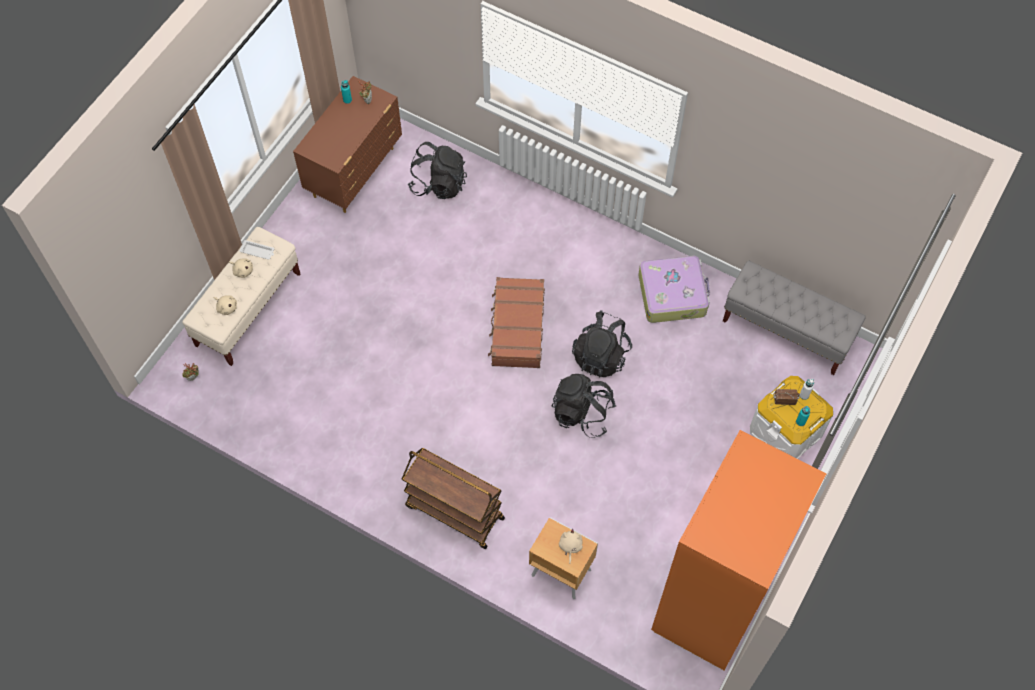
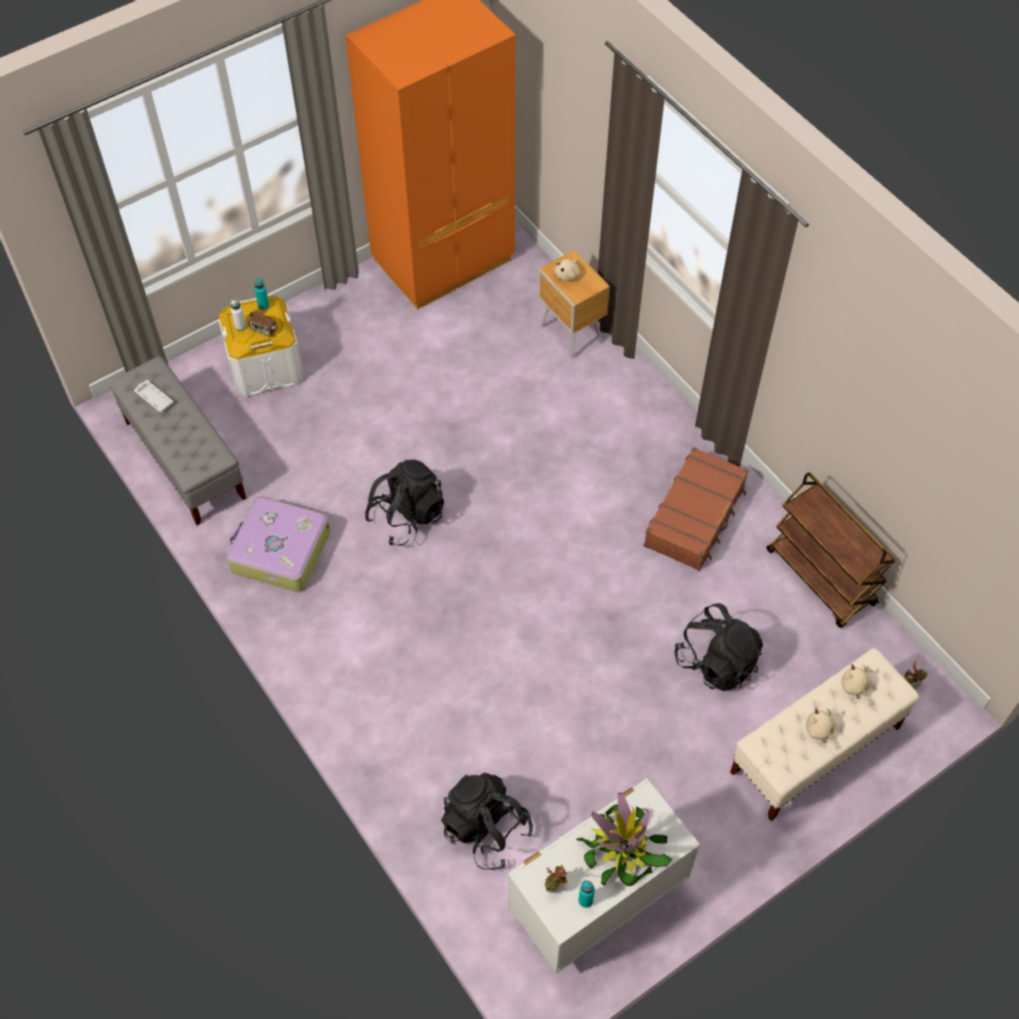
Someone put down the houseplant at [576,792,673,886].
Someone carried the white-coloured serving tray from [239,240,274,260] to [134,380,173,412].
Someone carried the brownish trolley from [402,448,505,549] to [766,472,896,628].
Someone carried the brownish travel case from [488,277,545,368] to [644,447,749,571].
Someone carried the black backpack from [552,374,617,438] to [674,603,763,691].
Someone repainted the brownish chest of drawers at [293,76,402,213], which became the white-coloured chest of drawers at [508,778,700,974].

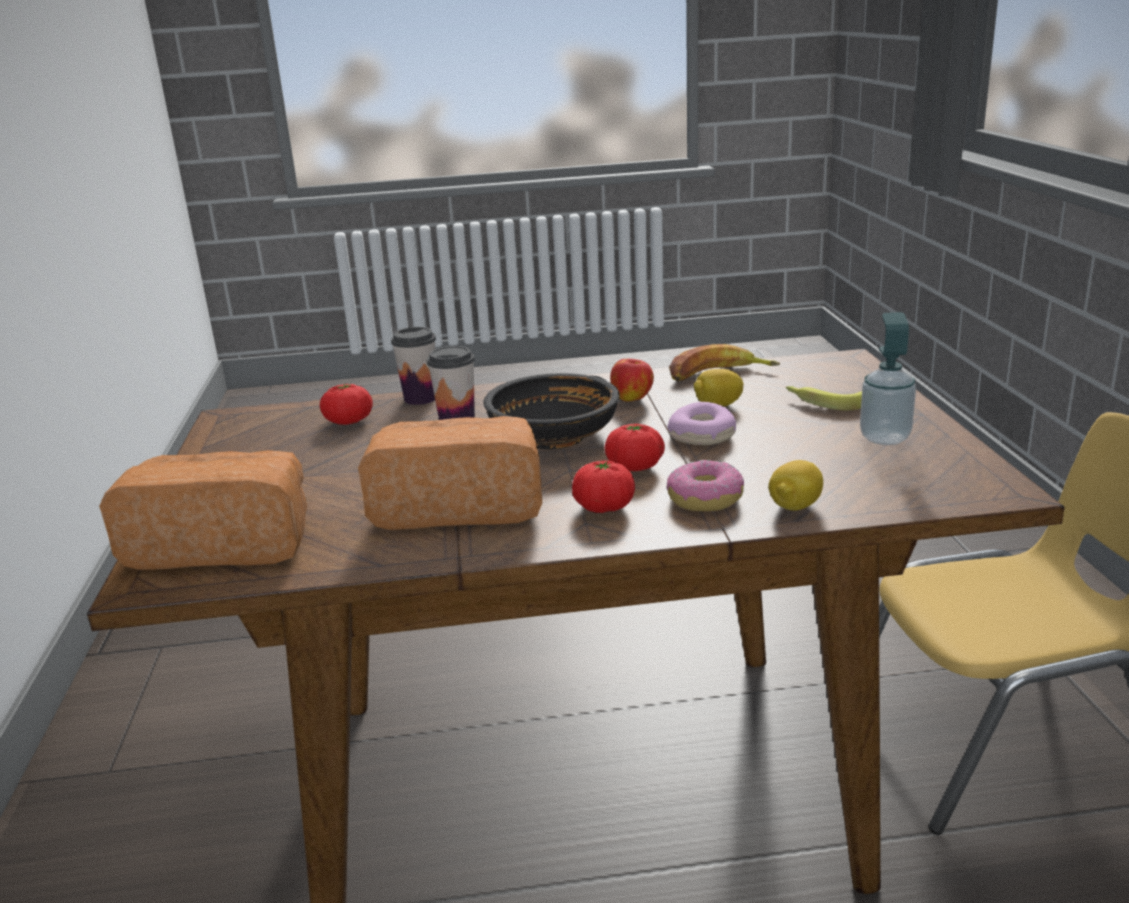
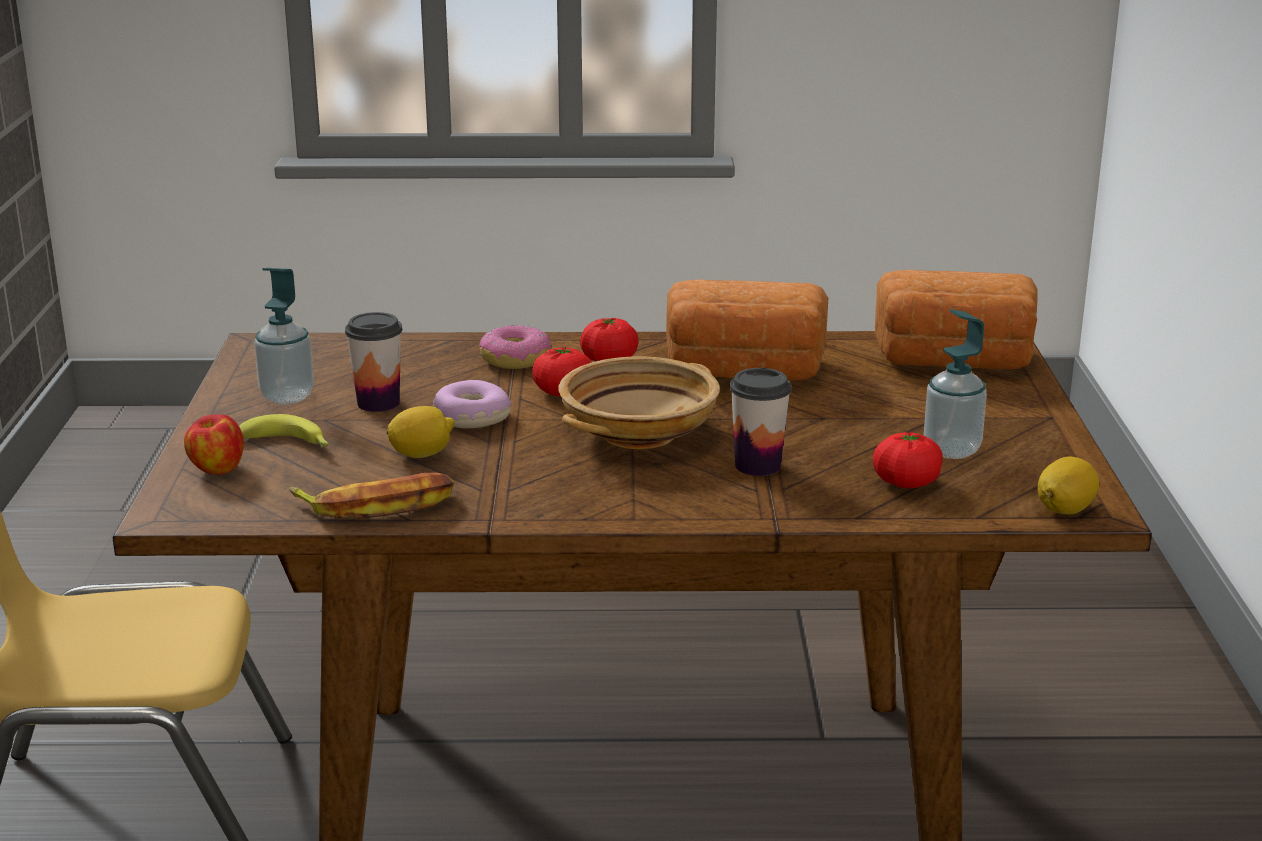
Someone put down the soap bottle at [924,309,987,459].
Someone carried the drinking cup from [391,327,436,405] to [345,312,402,412].
Someone carried the whole apple from [610,359,654,402] to [184,414,244,475].
Someone carried the citrus fruit from [768,460,823,511] to [1038,457,1099,515].
Someone repainted the black serving bowl at [483,373,620,449], which became the sand-coloured serving bowl at [559,356,720,449].

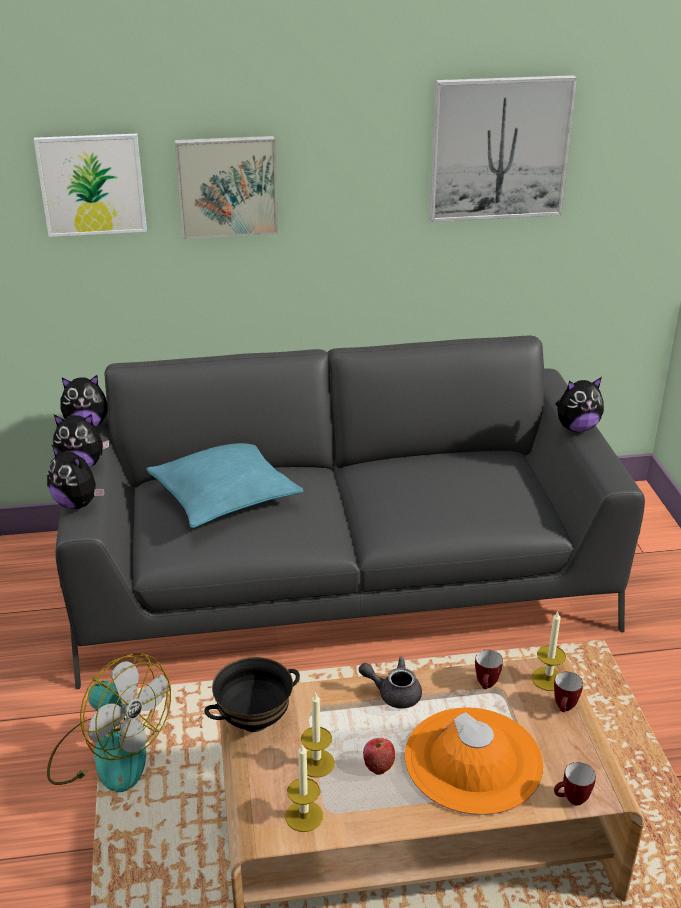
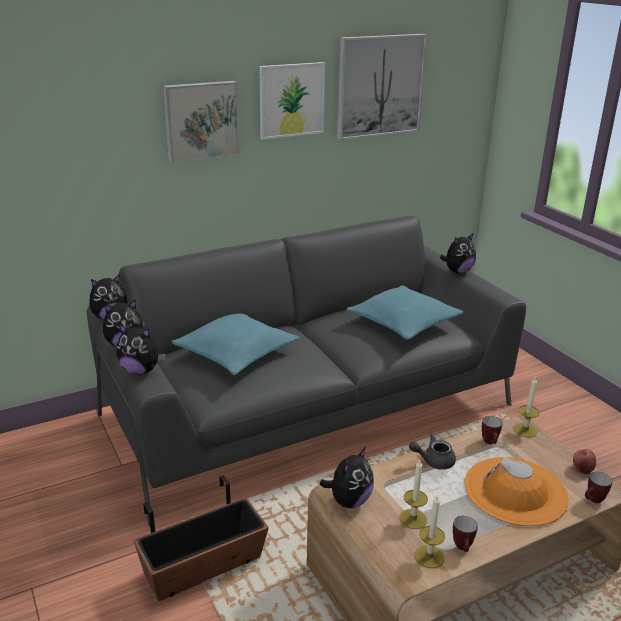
Someone put down the turquoise-coloured cushion at [346,285,463,340].
Someone carried the wall picture from [34,134,147,237] to [259,62,325,140].
Someone carried the whole apple from [363,738,395,775] to [573,449,596,475].
Someone carried the mug from [554,672,583,712] to [453,516,478,552].
Someone swapped the electric fan at [47,653,171,792] for the flower pot at [133,475,269,601].
Someone swapped the black serving bowl at [204,657,300,732] for the plush toy at [320,447,374,508].

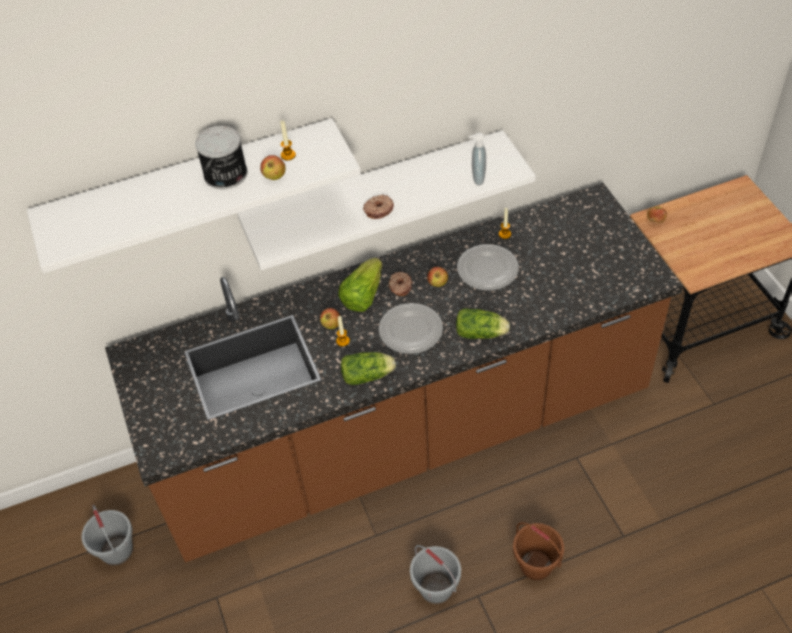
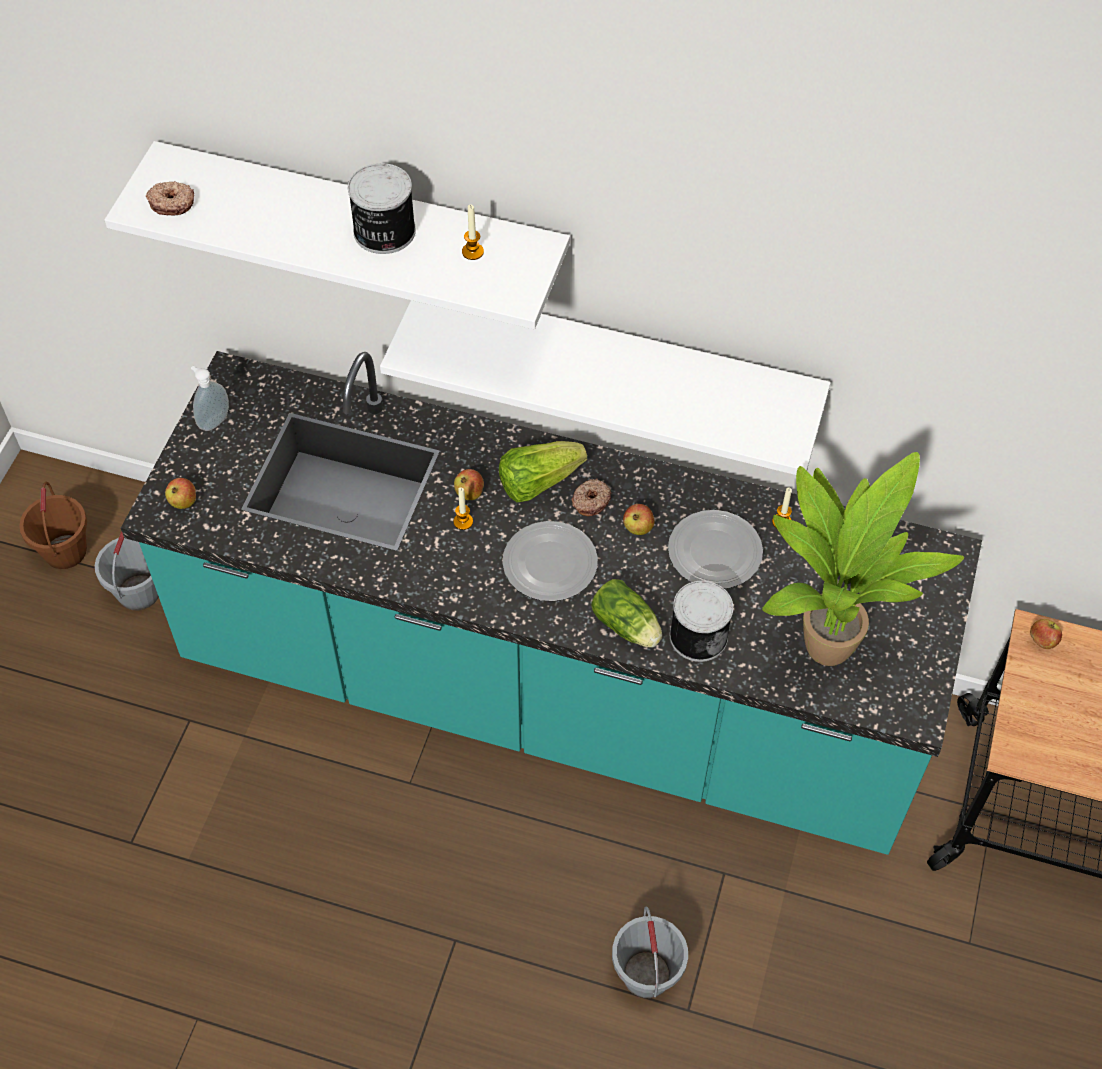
Someone took away the lettuce at [341,352,396,385].
Someone put down the sealed can at [670,581,733,662].
Someone put down the houseplant at [762,452,964,666].
Someone carried the whole apple from [260,155,286,180] to [165,478,196,509].
Someone carried the ring doughnut from [363,195,394,219] to [146,181,194,215].
Someone carried the grey bucket from [410,545,461,604] to [612,906,688,998].
Someone carried the soap bottle from [469,132,486,185] to [191,366,229,431].
Someone carried the brownish bucket from [513,522,564,580] to [19,482,87,569].
Someone repainted the brownish counter at [105,183,683,562], which became the turquoise-coloured counter at [121,351,982,855].

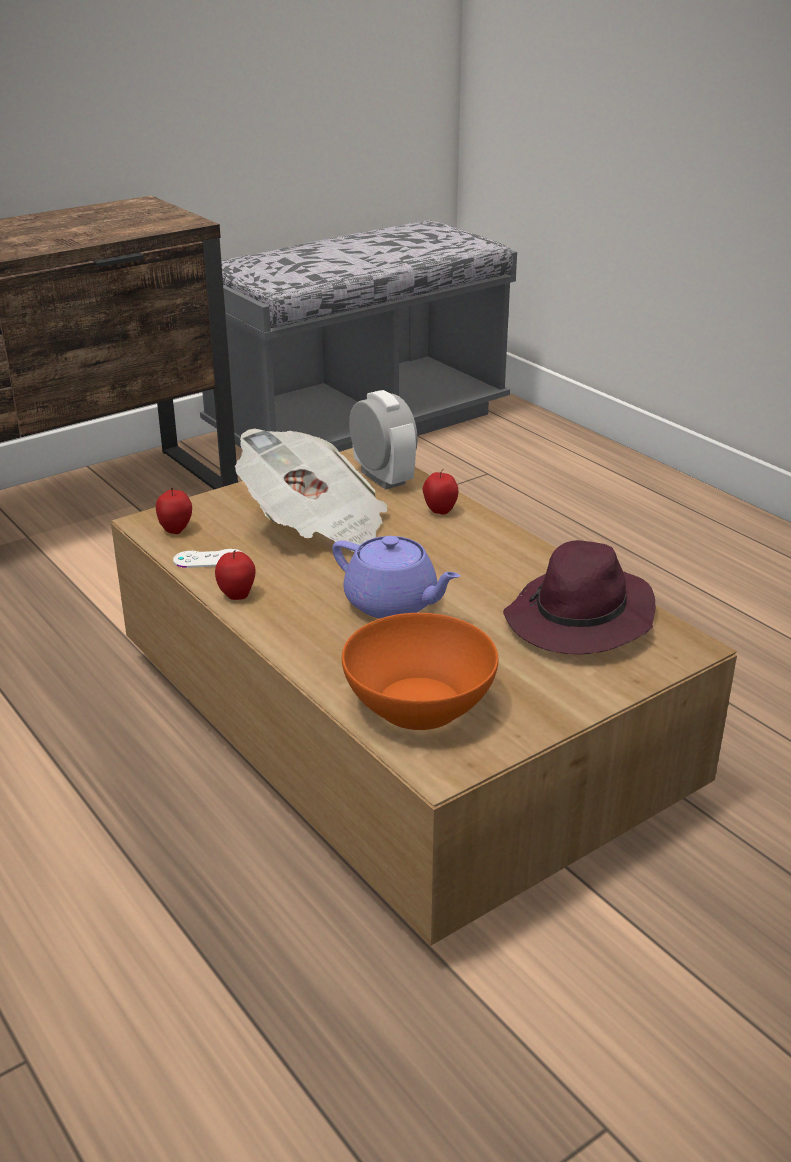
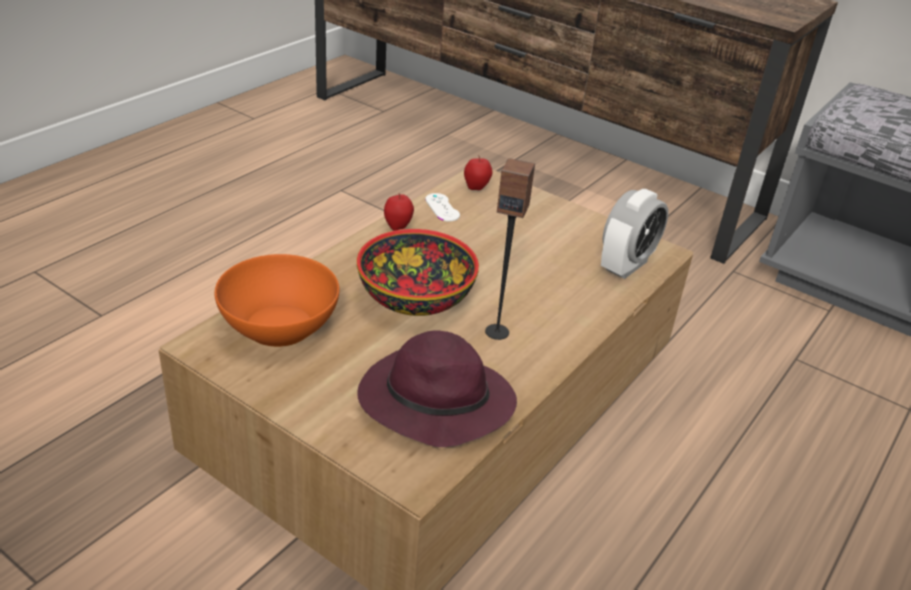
Someone took away the newspaper at [235,429,387,552].
Someone took away the whole apple at [423,469,458,515].
Someone put down the loudspeaker at [485,158,535,340].
Someone swapped the purple tea pot at [332,536,460,618] for the serving bowl at [357,229,479,316].

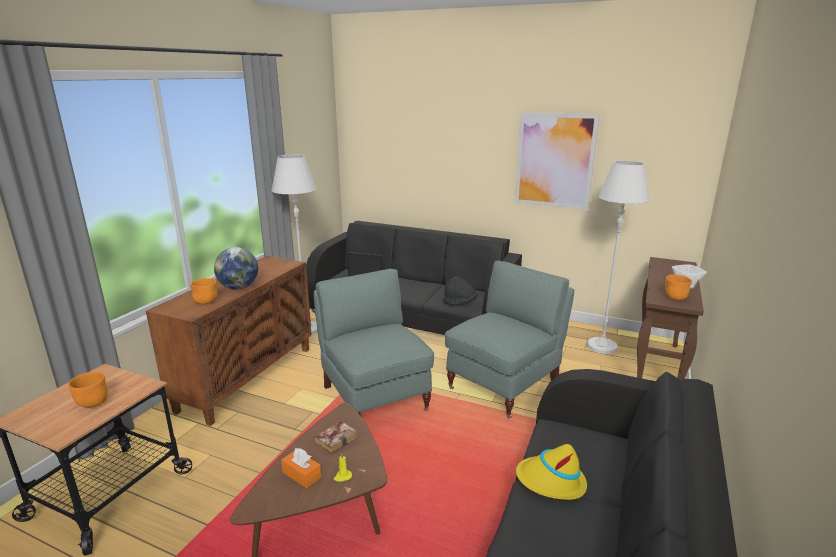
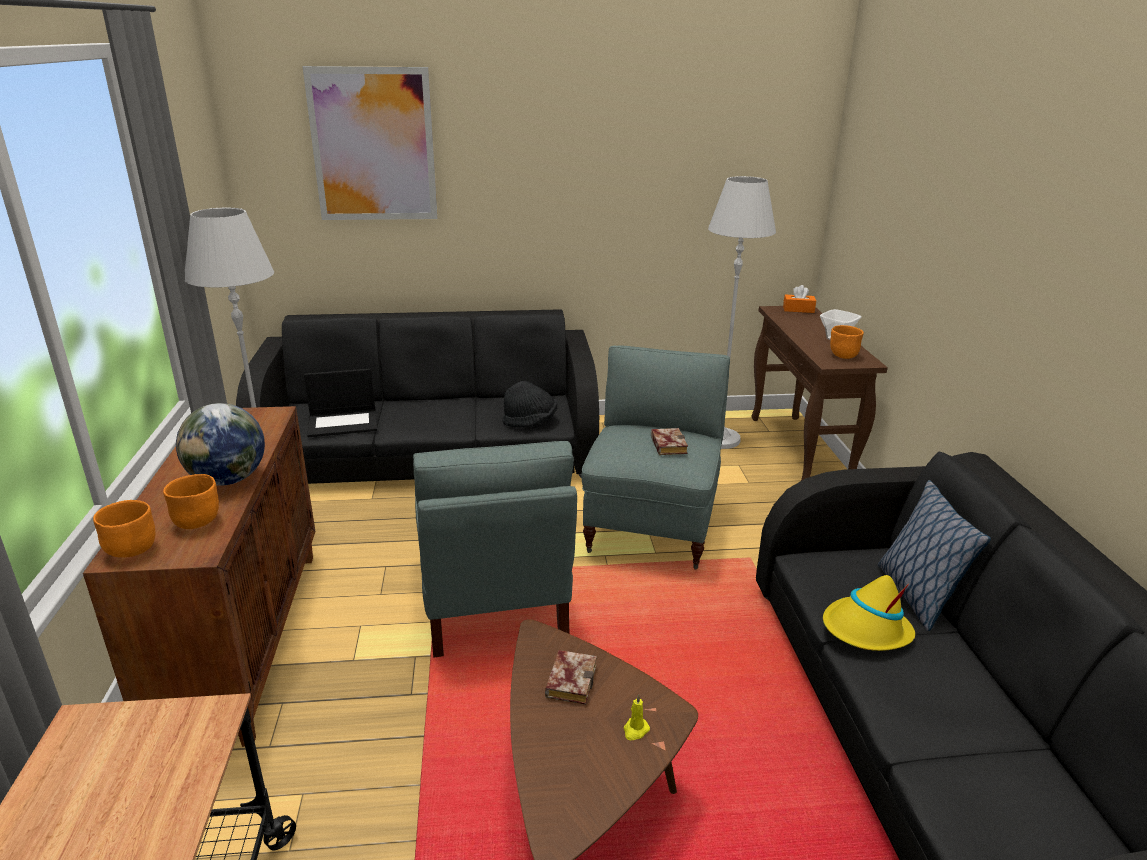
Someone put down the bound book at [651,428,688,455].
Someone put down the cushion at [878,480,991,631].
Someone carried the orange serving bowl from [69,372,108,408] to [93,500,155,558].
Someone carried the orange tissue box from [281,448,321,488] to [783,285,816,313].
Someone carried the wall picture from [515,112,600,210] to [302,66,438,220].
Someone rotated the grey lounge chair at [313,269,434,416] by 135 degrees counterclockwise.

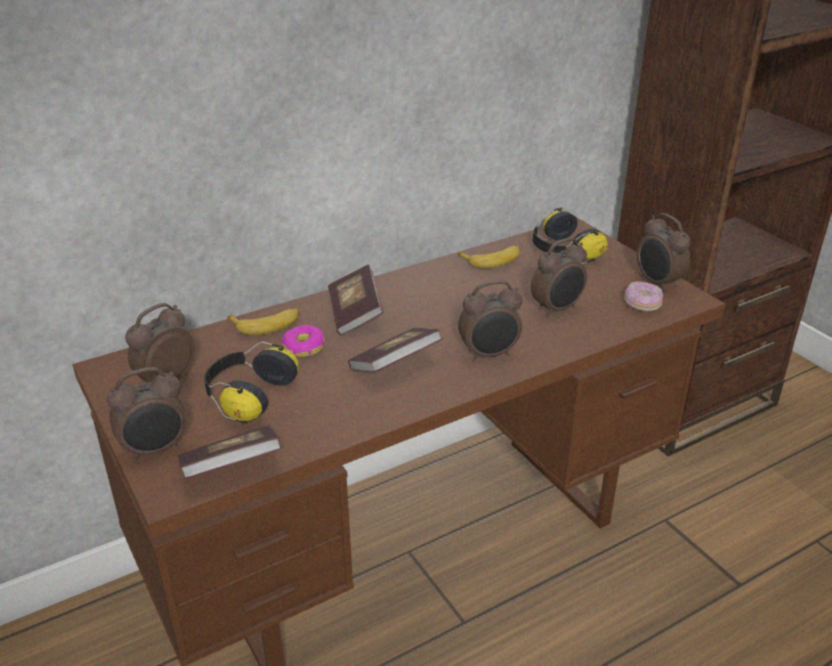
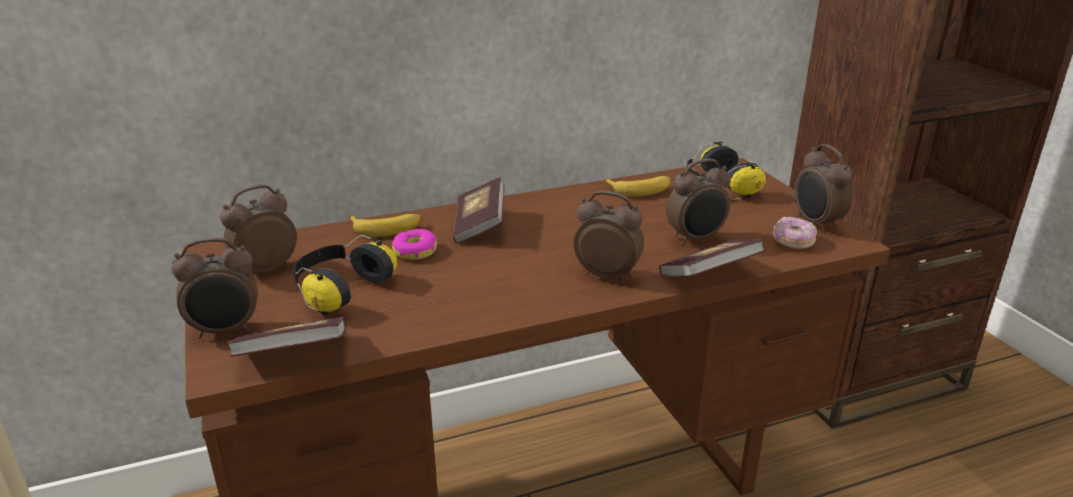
Someone carried the bound book from [348,328,443,372] to [659,240,766,277].
Someone rotated the bedside clock at [458,280,523,362] by 150 degrees counterclockwise.

